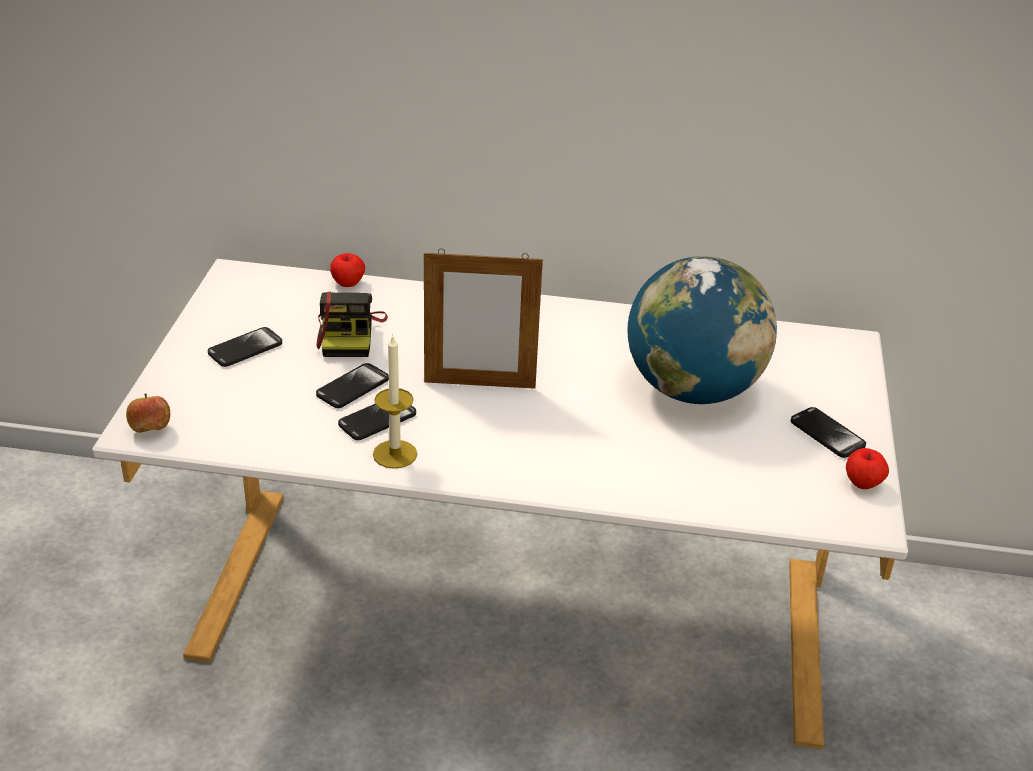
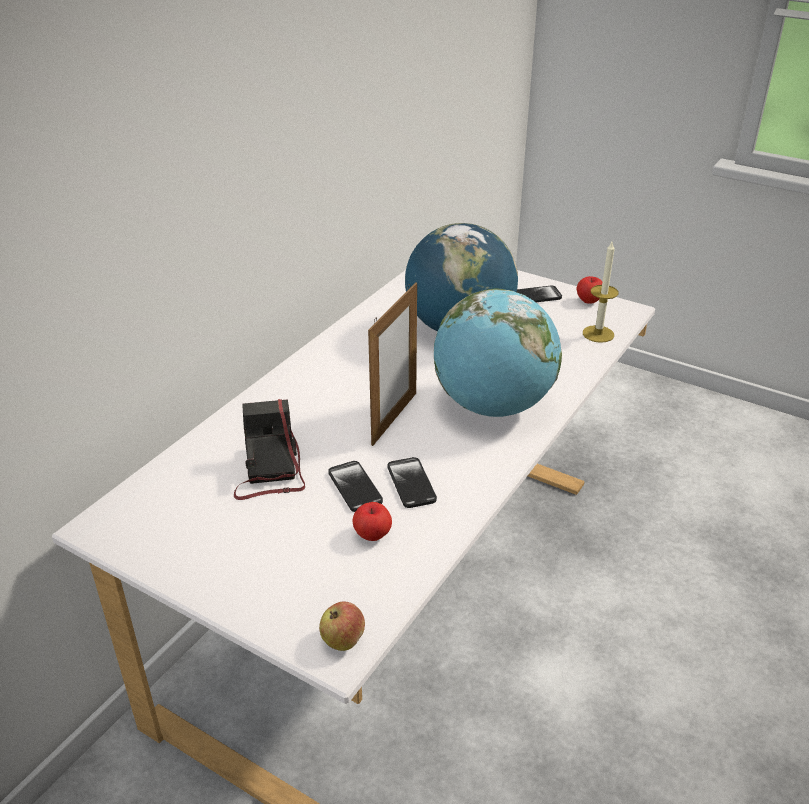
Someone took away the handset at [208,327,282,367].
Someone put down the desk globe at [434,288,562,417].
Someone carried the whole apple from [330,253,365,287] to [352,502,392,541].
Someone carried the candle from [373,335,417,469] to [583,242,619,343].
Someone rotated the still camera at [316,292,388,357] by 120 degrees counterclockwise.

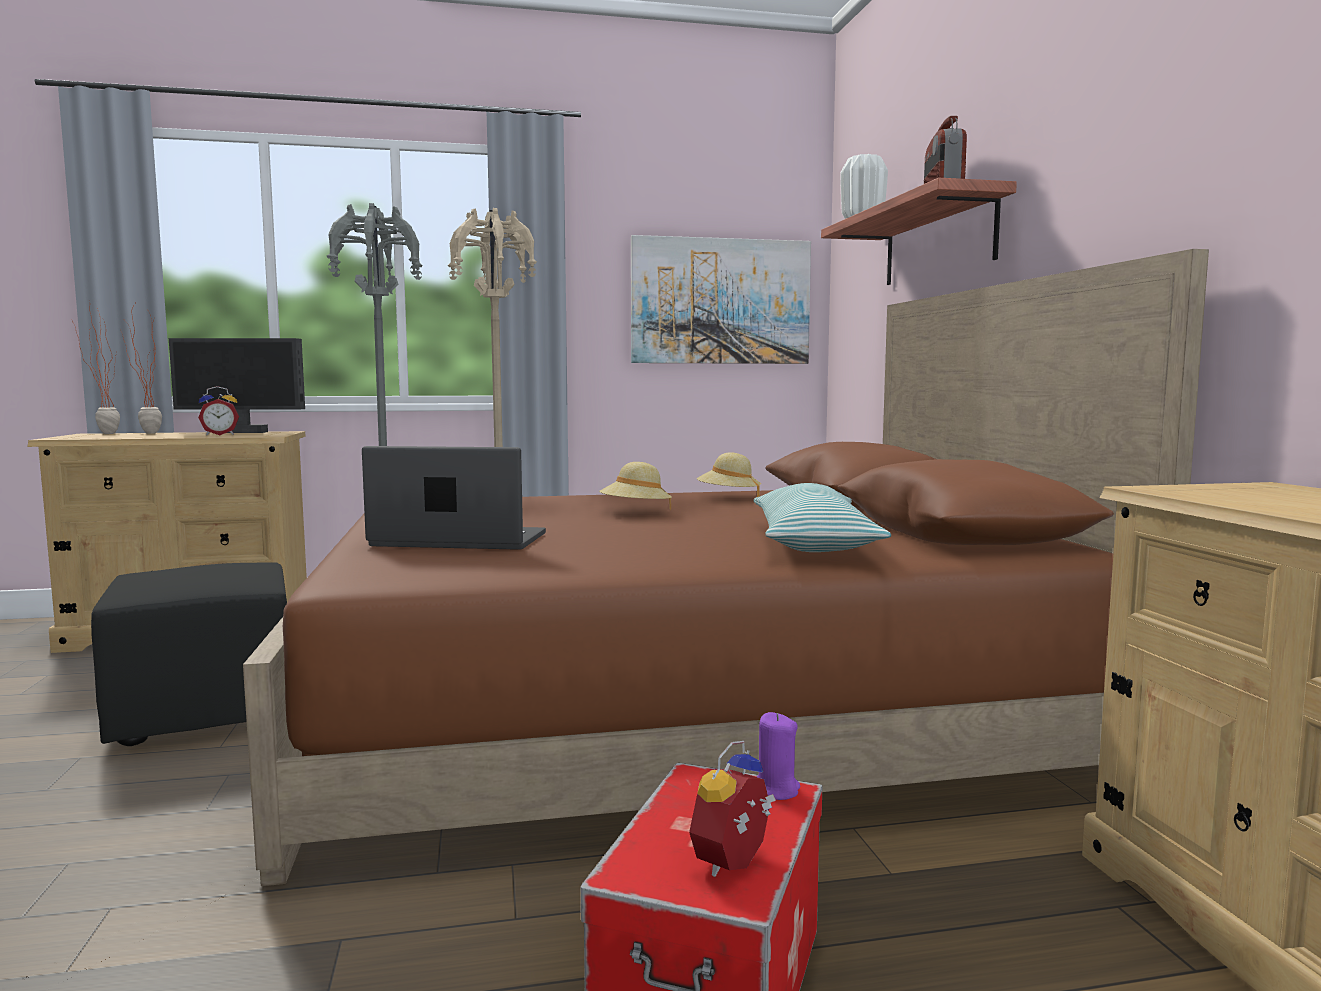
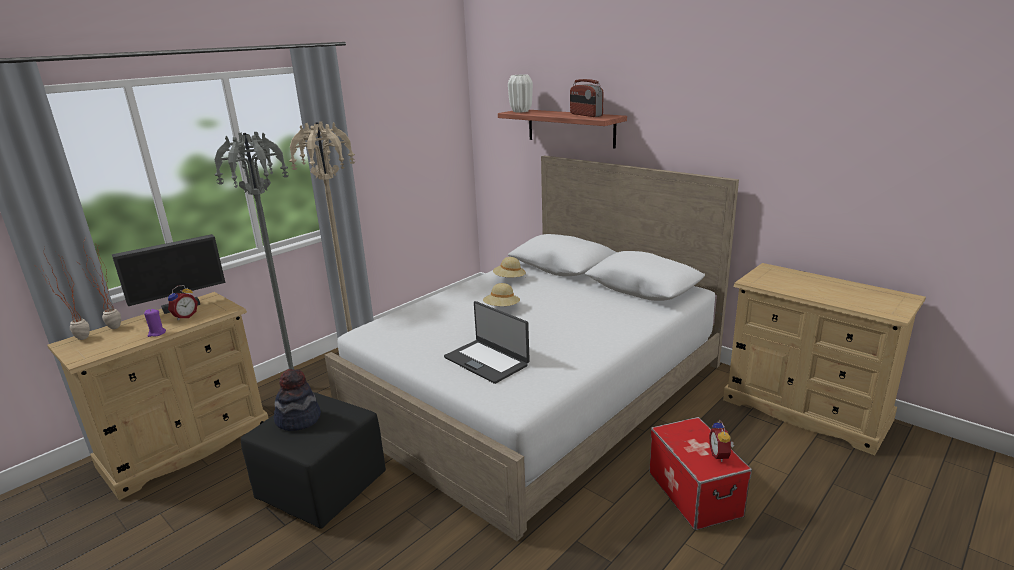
Someone took away the wall picture at [631,235,811,364].
Someone took away the cushion at [754,483,891,552].
Someone put down the hat at [274,369,321,431].
Someone carried the purple candle from [757,712,800,800] to [144,309,166,337].
Someone repainted the brownish bedroom bed at [243,249,1209,886], which became the white-coloured bedroom bed at [324,155,739,541].
Someone rotated the portable computer at [362,446,546,550] by 105 degrees counterclockwise.

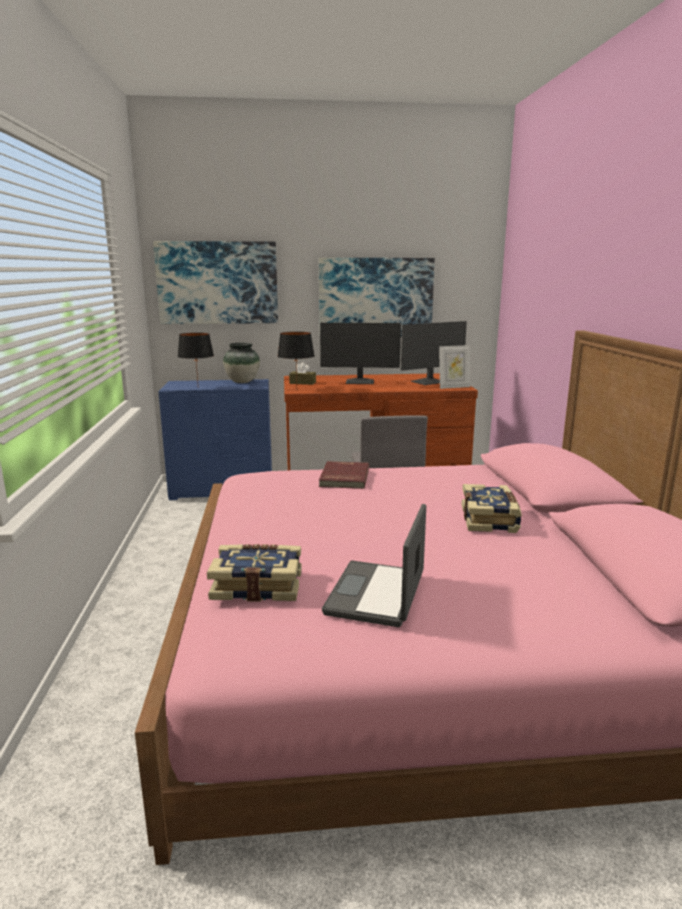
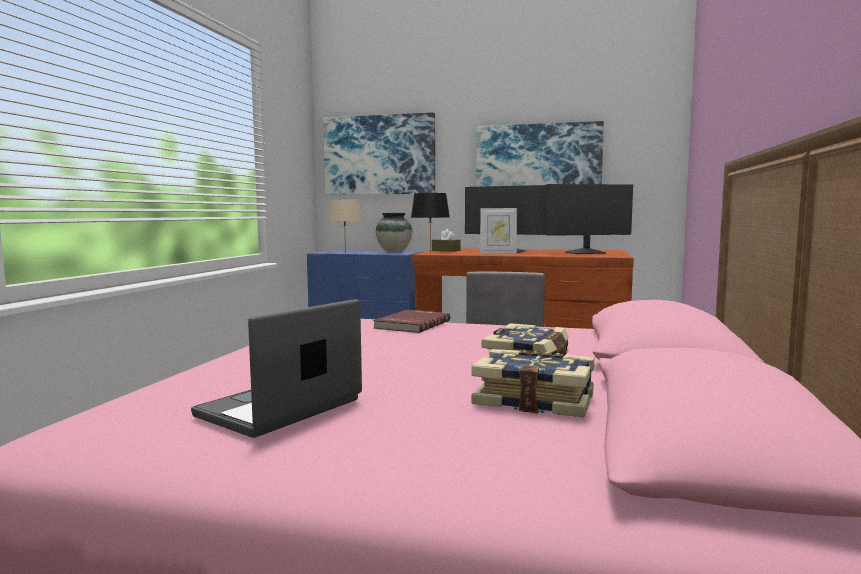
Someone carried the bound book from [207,544,302,602] to [471,349,594,417].
Someone carried the standing frame from [439,345,470,389] to [480,208,517,254].
Someone repainted the black tabletop lamp at [178,333,214,382], which became the sand-coloured tabletop lamp at [327,199,362,253].

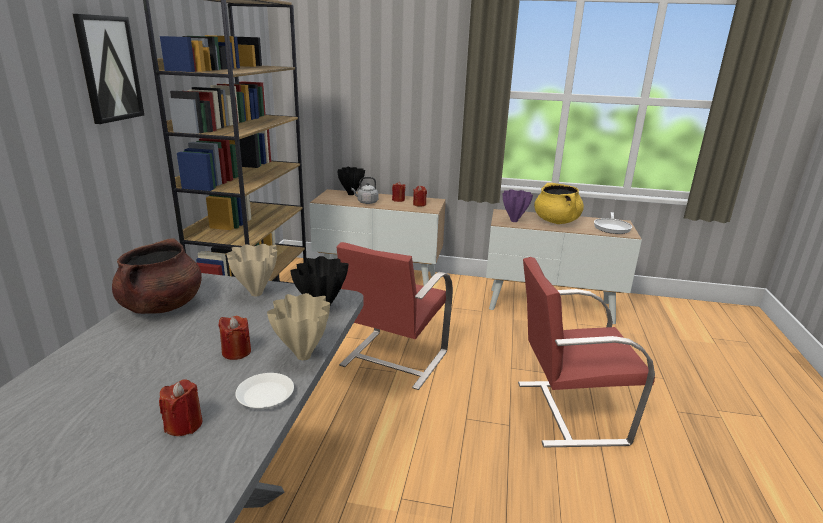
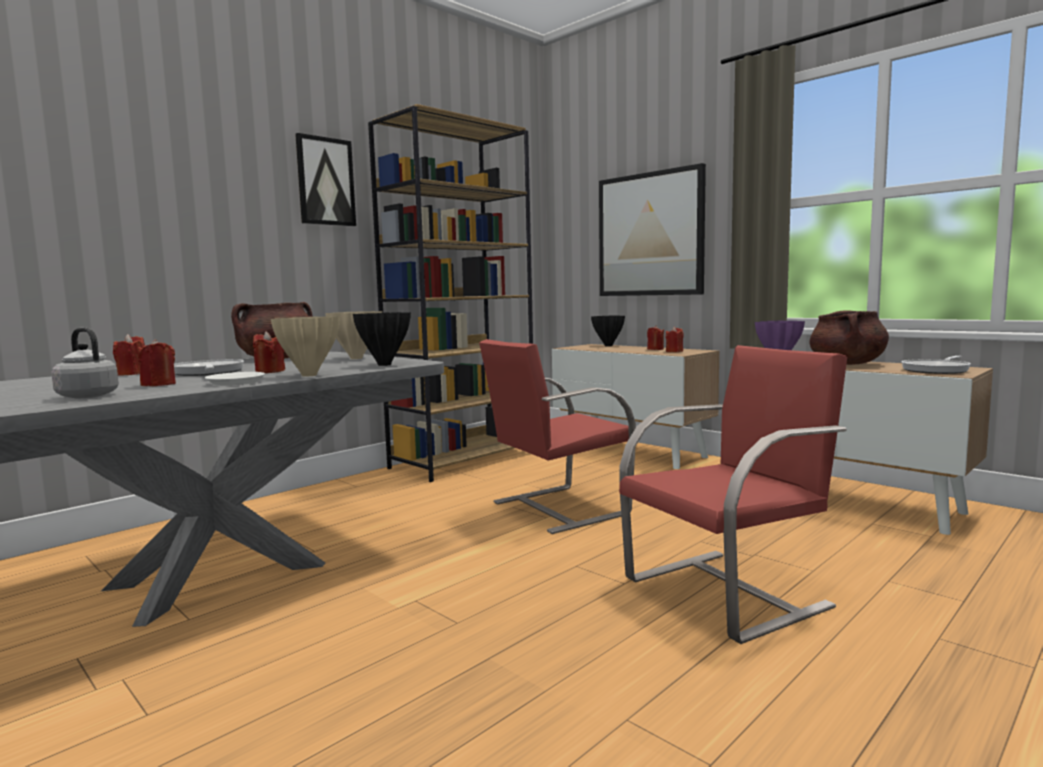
Someone put down the reddish candle at [113,334,145,376].
Someone put down the skillet at [174,359,244,376].
Someone put up the wall picture at [599,163,706,296].
Someone carried the grey water kettle from [351,177,379,204] to [51,328,119,398].
Someone repainted the yellowish cooking pot at [534,183,584,224], which became the brownish cooking pot at [809,310,889,365].
Someone rotated the reddish chair at [518,257,655,447] by 120 degrees clockwise.

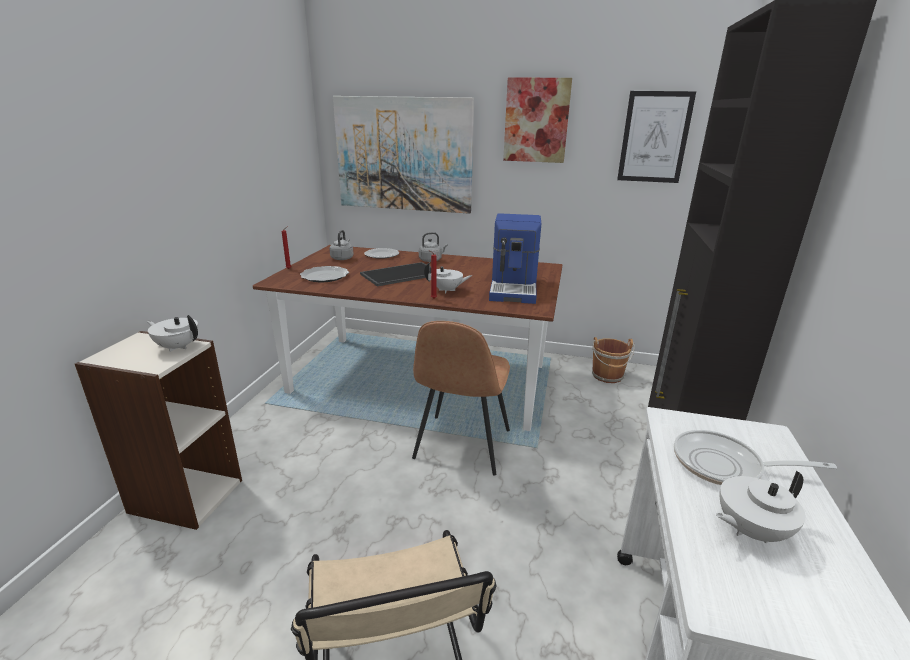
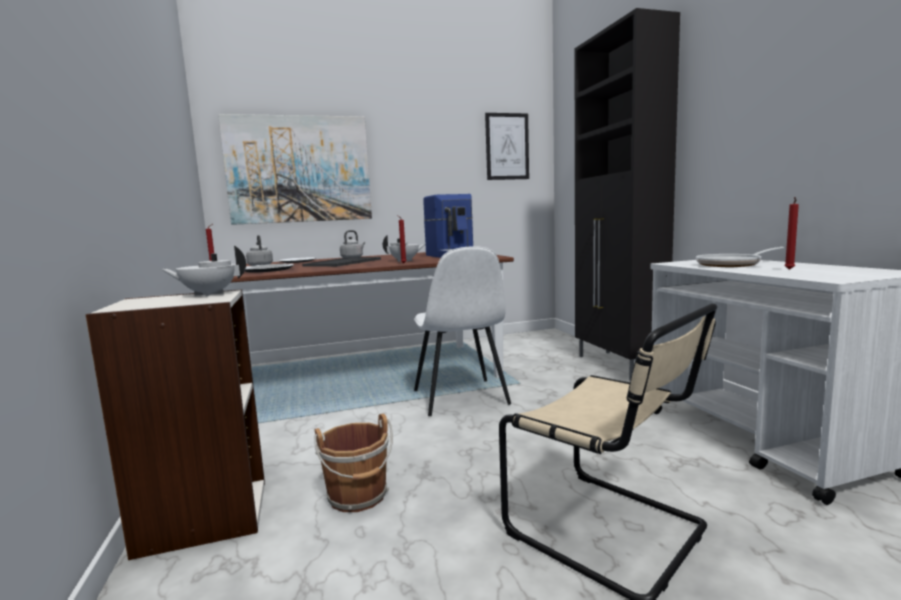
Someone took away the wall picture at [503,77,572,163].
Someone carried the brownish bucket from [592,337,635,383] to [314,414,393,512].
Someone swapped the white-coloured tea pot at [716,471,806,543] for the reddish candle at [784,197,799,270].
Someone repainted the brownish chair at [412,321,510,475], which became the white-coloured chair at [414,246,511,416].

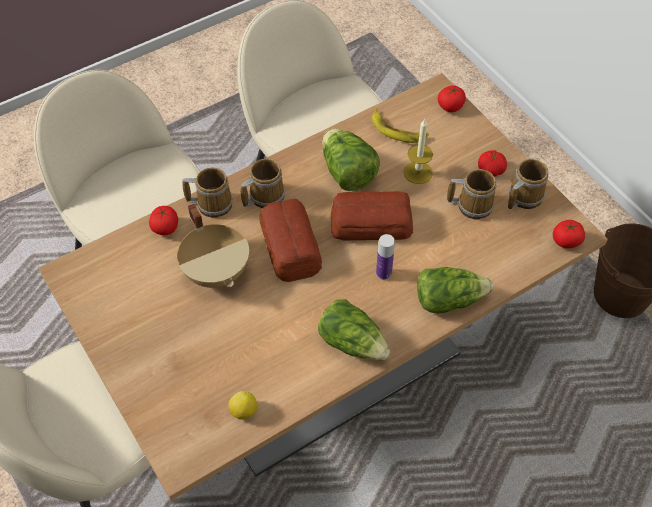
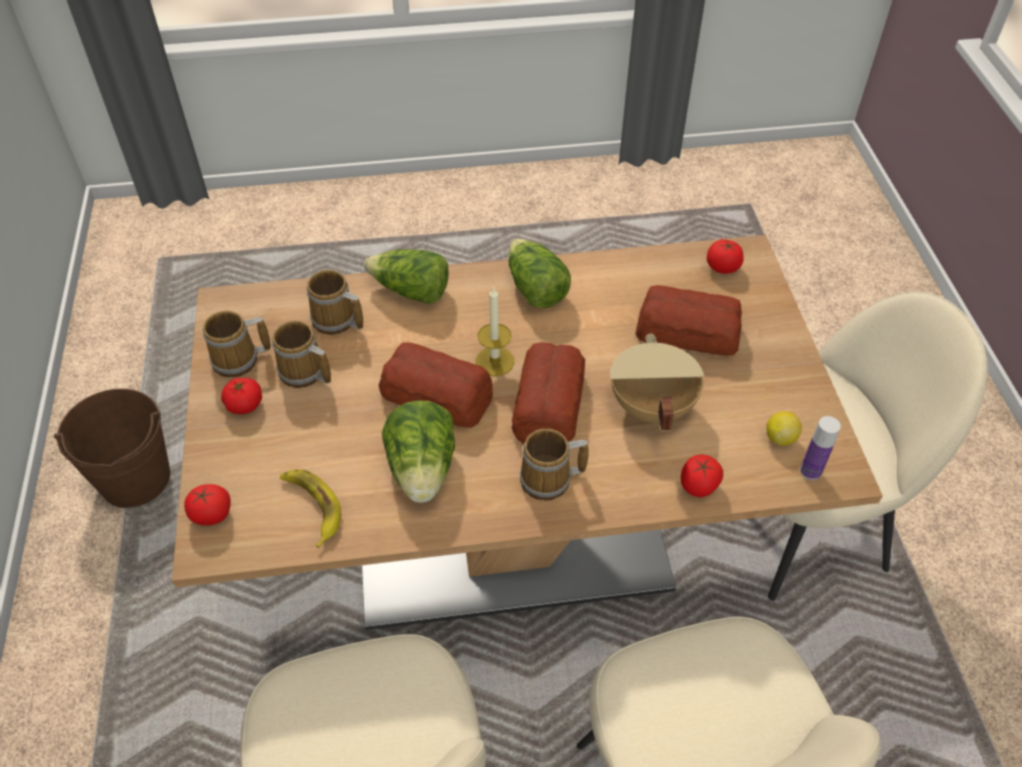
Someone put down the bread at [635,285,742,356].
Someone carried the mug from [182,167,232,218] to [307,270,364,335].
Someone carried the citrus fruit from [229,391,257,420] to [766,411,802,446].
Someone carried the beverage bottle from [376,234,395,280] to [800,416,841,480].
Someone carried the candle from [403,119,433,184] to [476,286,515,376].
Someone carried the fresh tomato from [553,220,585,248] to [707,239,744,274].

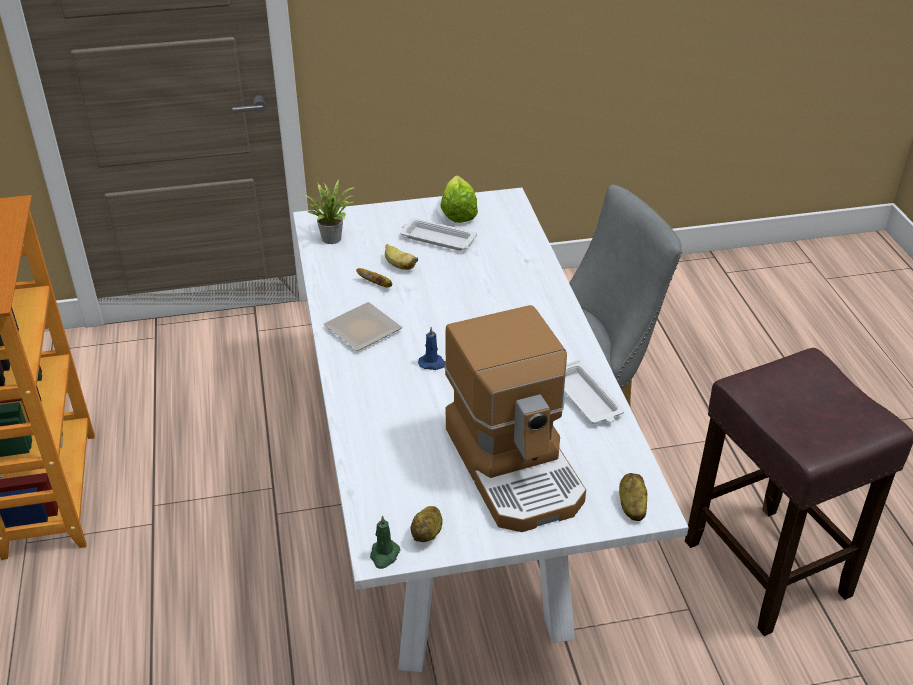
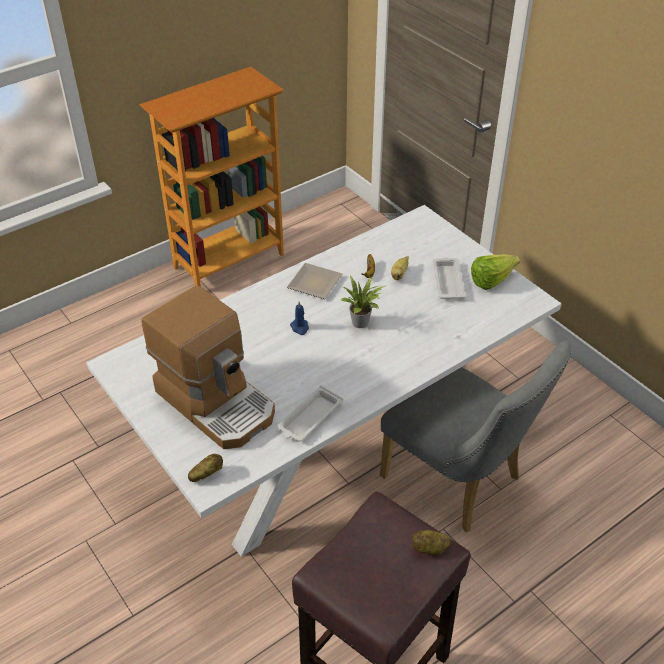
Someone took away the greenish candle at [370,516,400,569].
Someone carried the houseplant from [304,180,355,244] to [340,276,385,328].
Someone carried the whole potato from [410,506,443,542] to [411,530,451,555].
Someone rotated the coffee machine at [444,305,586,532] by 90 degrees counterclockwise.

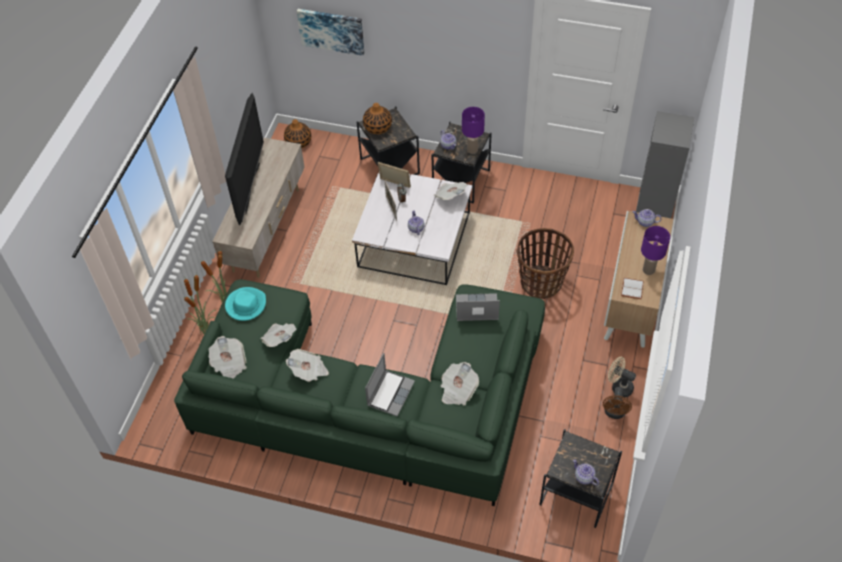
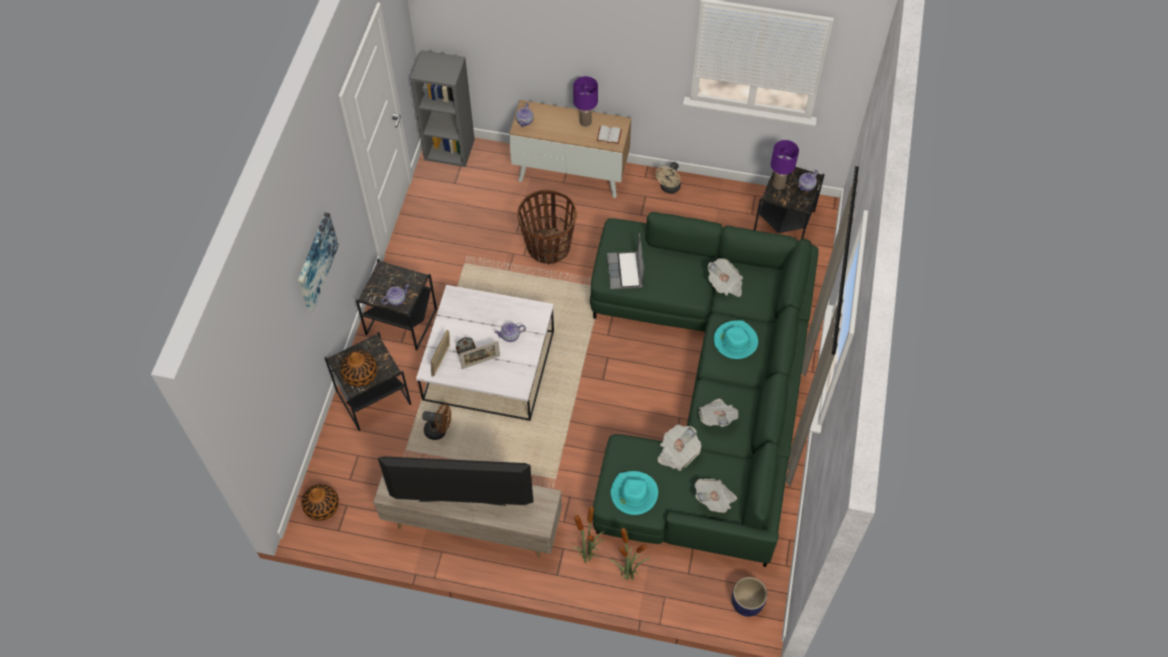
Someone took away the newspaper at [433,182,468,200].
Someone put down the flower pot at [732,577,767,617].
Someone carried the wall picture from [297,9,364,56] to [298,213,339,312].
Someone carried the purple tabletop lamp from [462,107,485,154] to [771,140,799,189].
Someone carried the brownish electric fan from [603,387,632,419] to [422,404,451,440].
Someone swapped the portable computer at [365,353,415,416] for the turquoise-coloured hat at [714,320,758,359].

